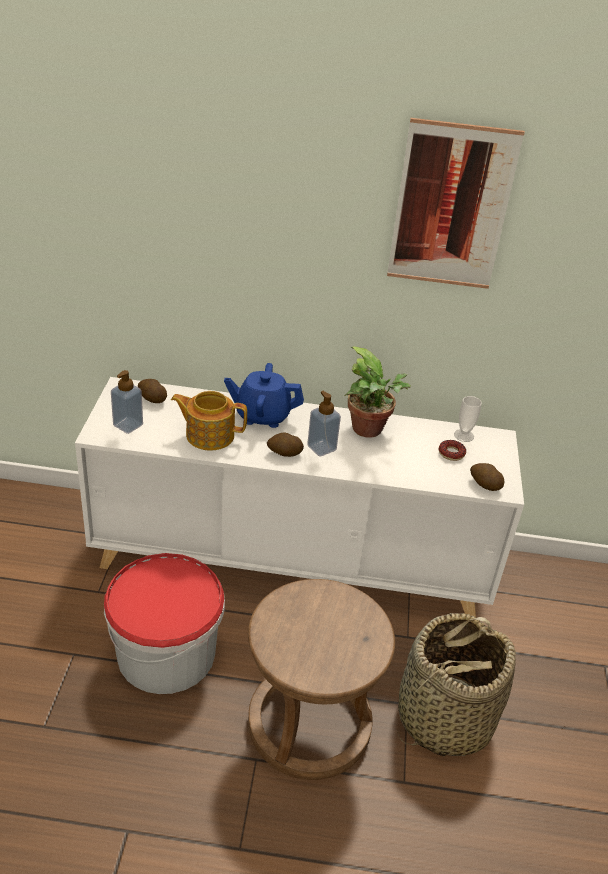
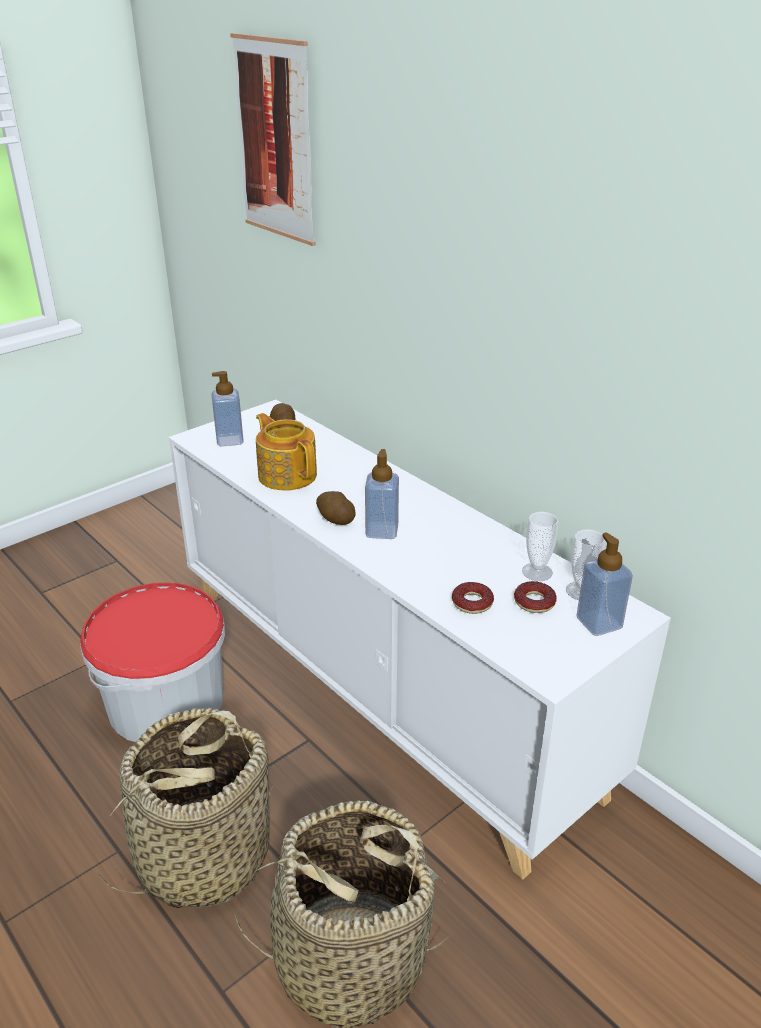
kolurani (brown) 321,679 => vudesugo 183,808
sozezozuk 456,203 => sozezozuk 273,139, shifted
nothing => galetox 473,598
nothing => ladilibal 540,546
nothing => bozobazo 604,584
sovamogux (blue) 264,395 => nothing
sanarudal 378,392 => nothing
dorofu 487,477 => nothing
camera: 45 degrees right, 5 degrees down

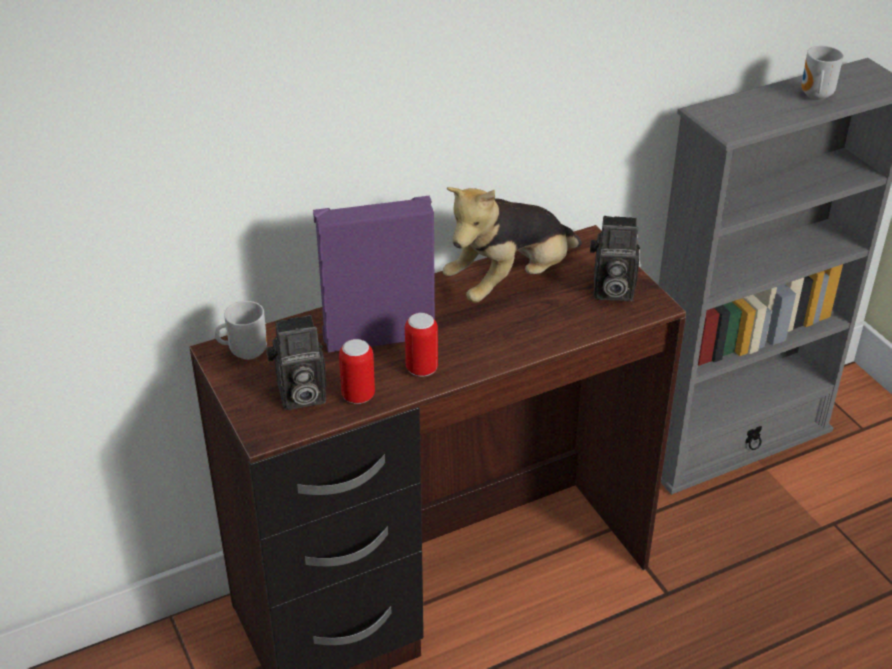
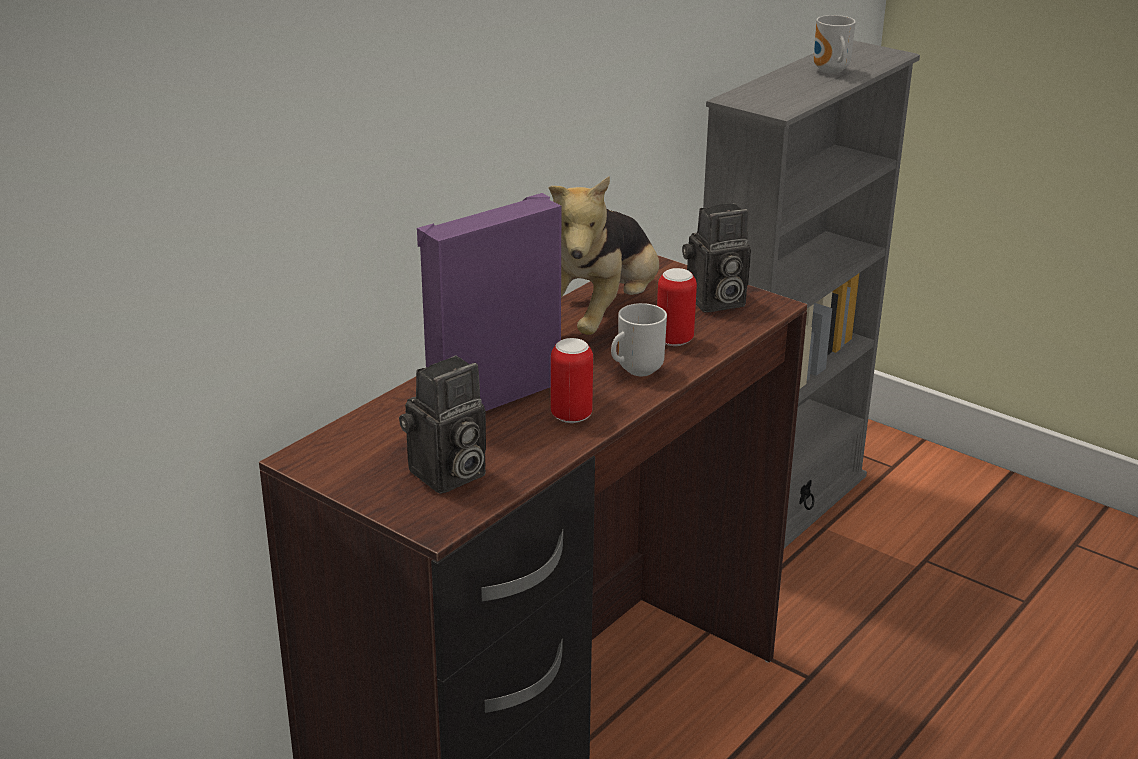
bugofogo 241,330 => bugofogo 639,339, shifted
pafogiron 357,371 => pafogiron 677,307, shifted
camera: 25 degrees left, 10 degrees down

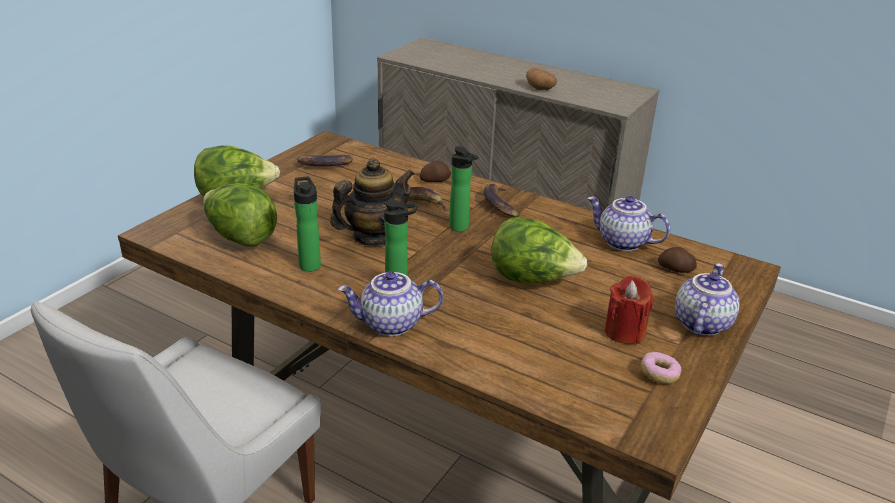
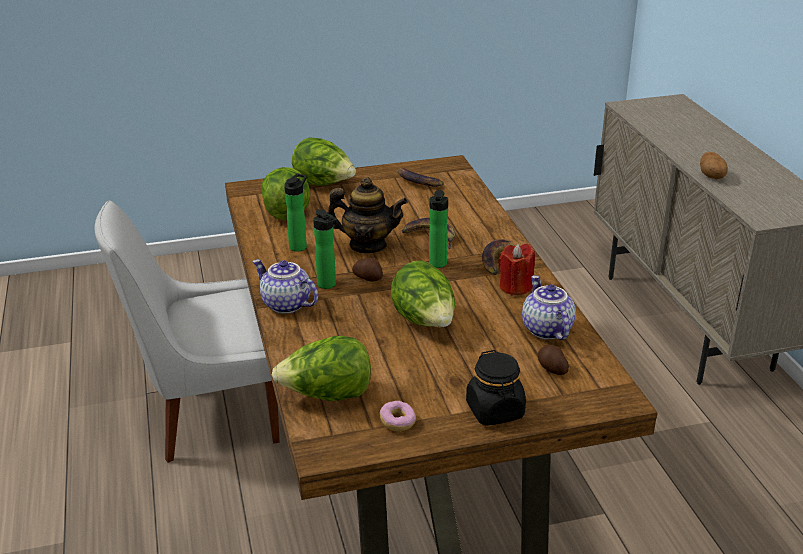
nothing => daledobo 321,368
dorofu 435,171 => dorofu 367,270, shifted
sovamogux 707,299 => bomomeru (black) 496,388
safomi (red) 629,310 => safomi (red) 516,269, shifted
camera: 45 degrees right, 0 degrees up

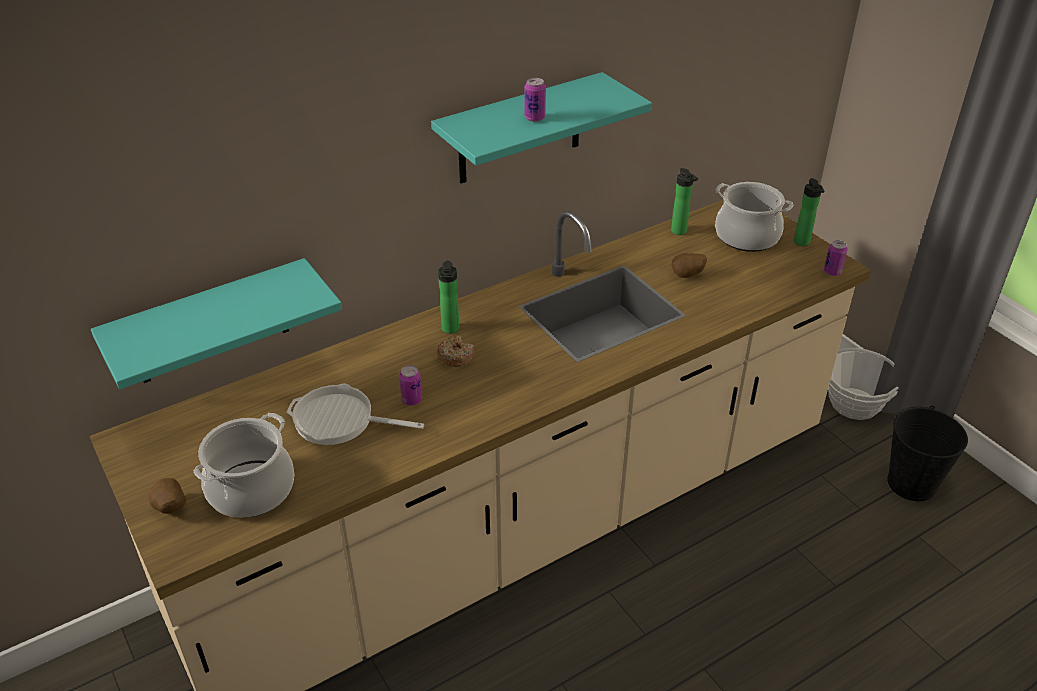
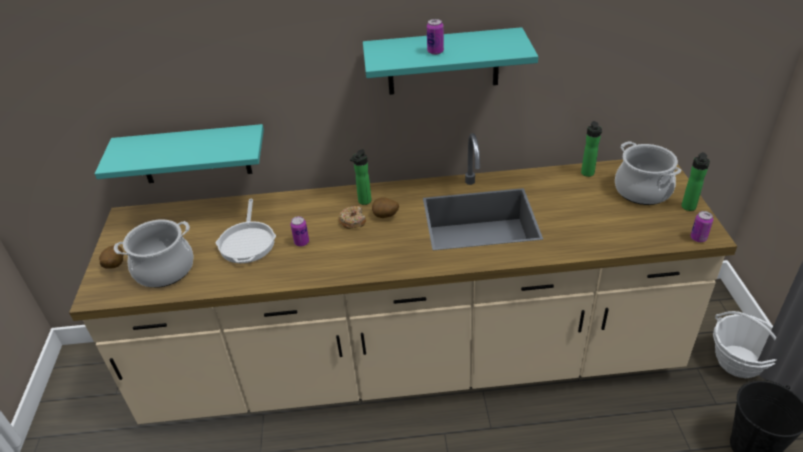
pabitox 355,414 => pabitox 245,231, 135 degrees counterclockwise
dorofu 689,265 => dorofu 385,207, shifted
camera: 30 degrees right, 0 degrees up

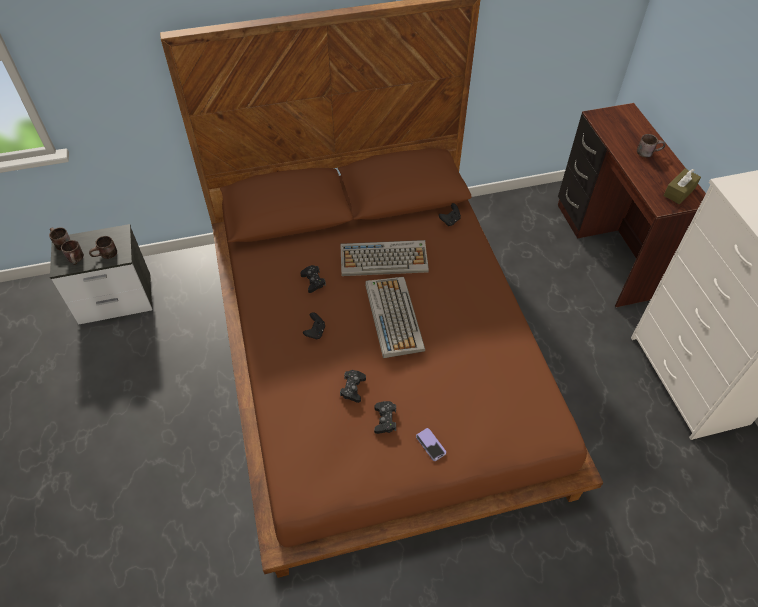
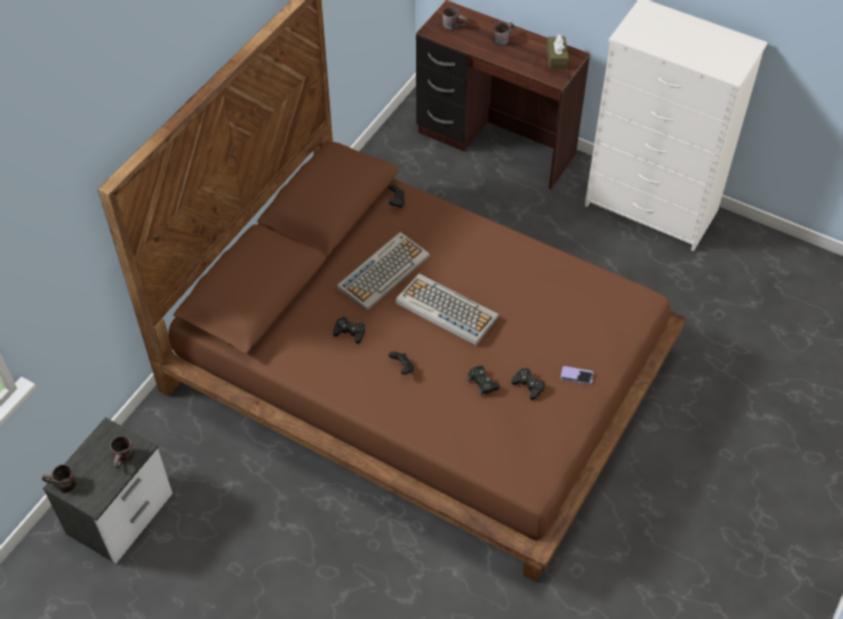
bugofogo (brown) 72,252 => bugofogo (brown) 454,18, shifted
camera: 45 degrees left, 0 degrees up

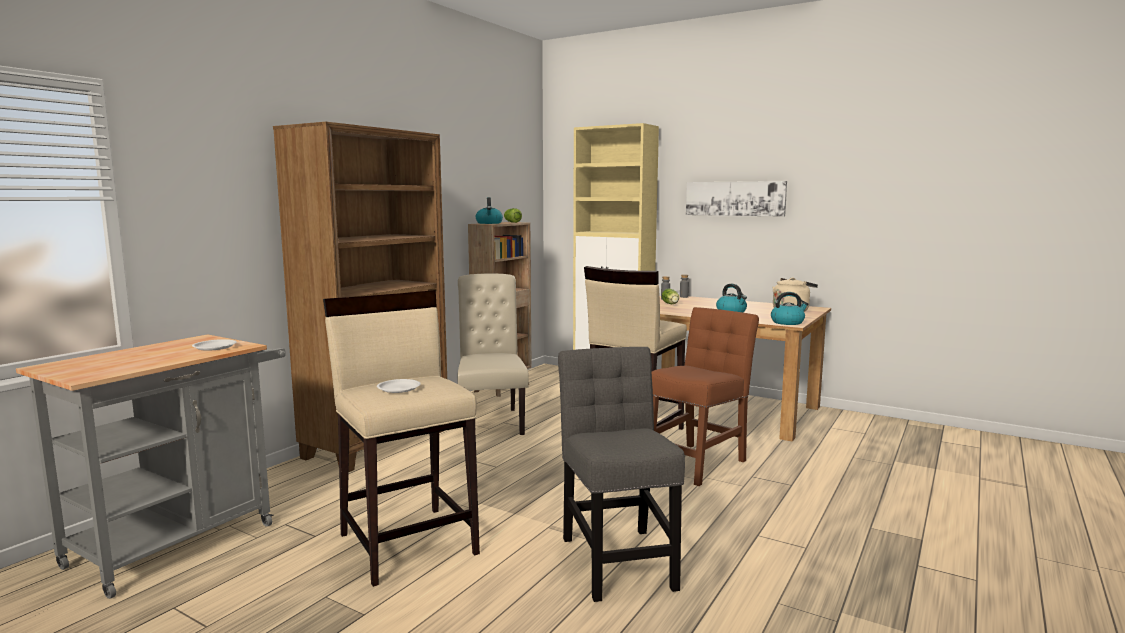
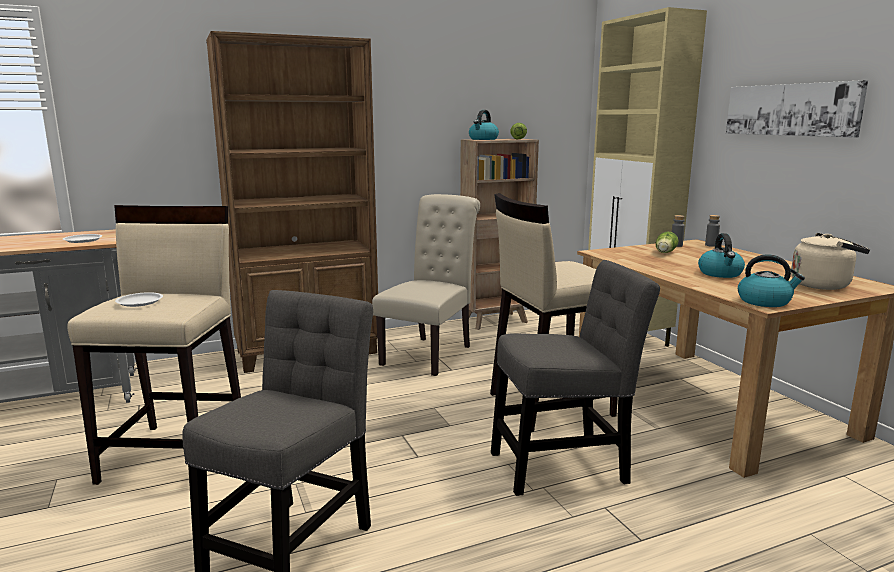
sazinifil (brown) 705,396 => sazinifil (grey) 575,378
camera: 35 degrees right, 5 degrees up

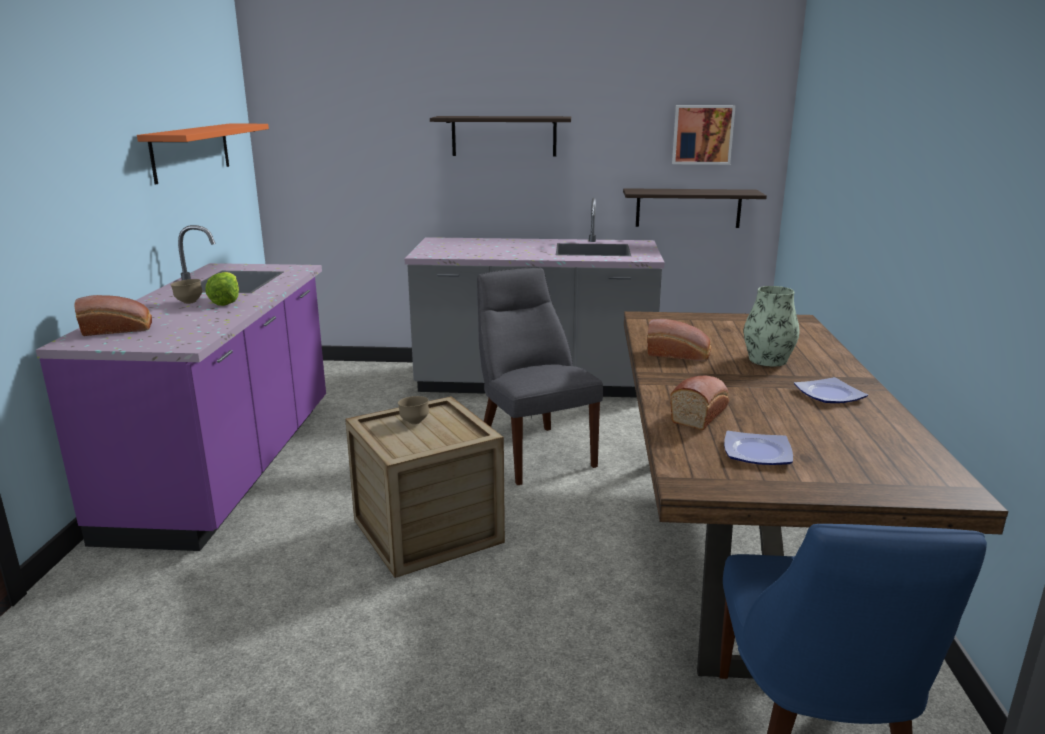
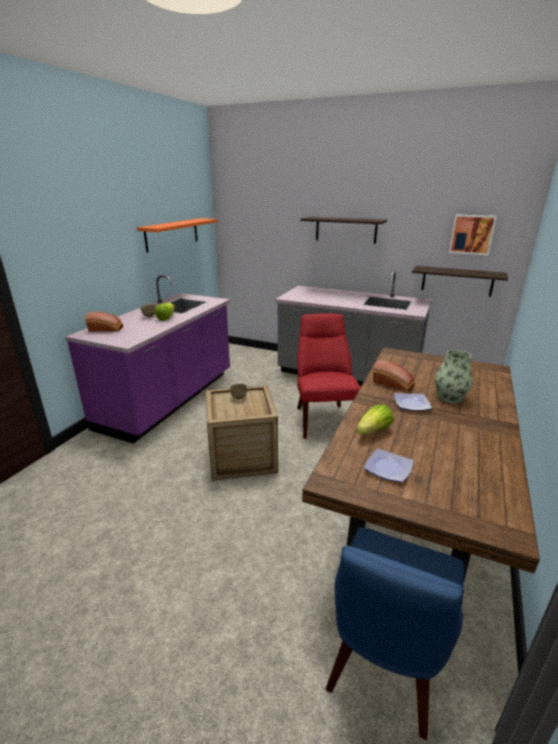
sazinifil (grey) 540,376 => sazinifil (red) 329,376
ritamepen 699,403 => daledobo 375,420
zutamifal 831,390 => zutamifal 413,402, shifted
camera: 20 degrees right, 5 degrees up

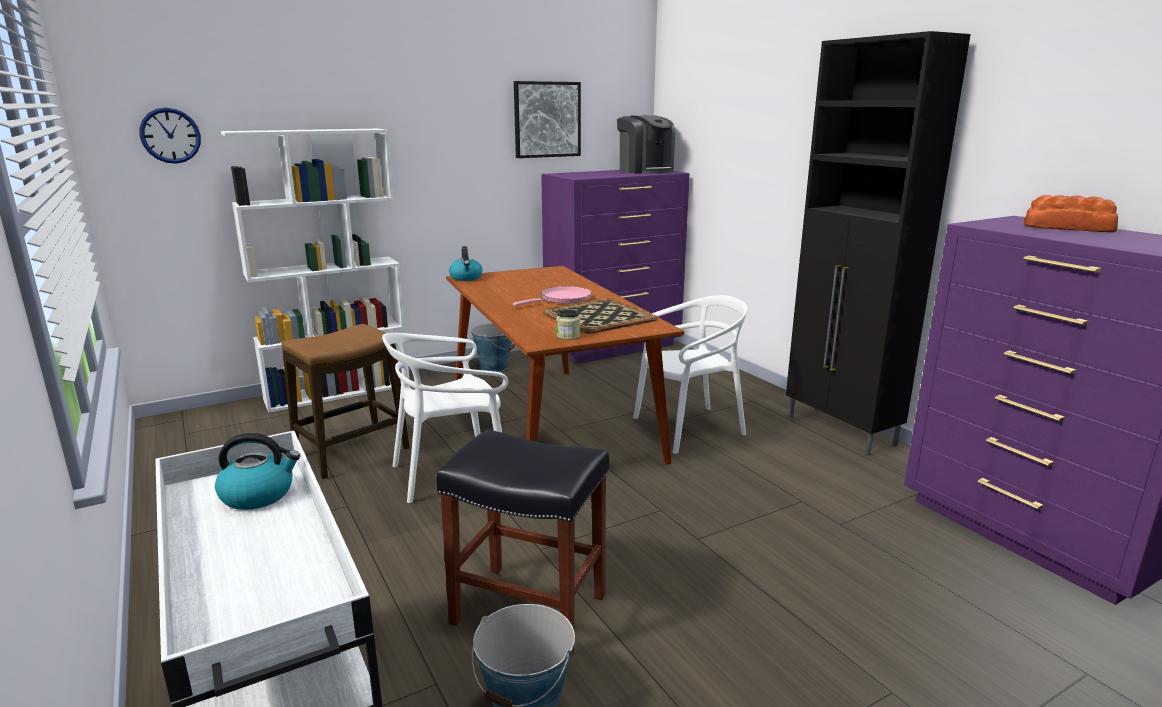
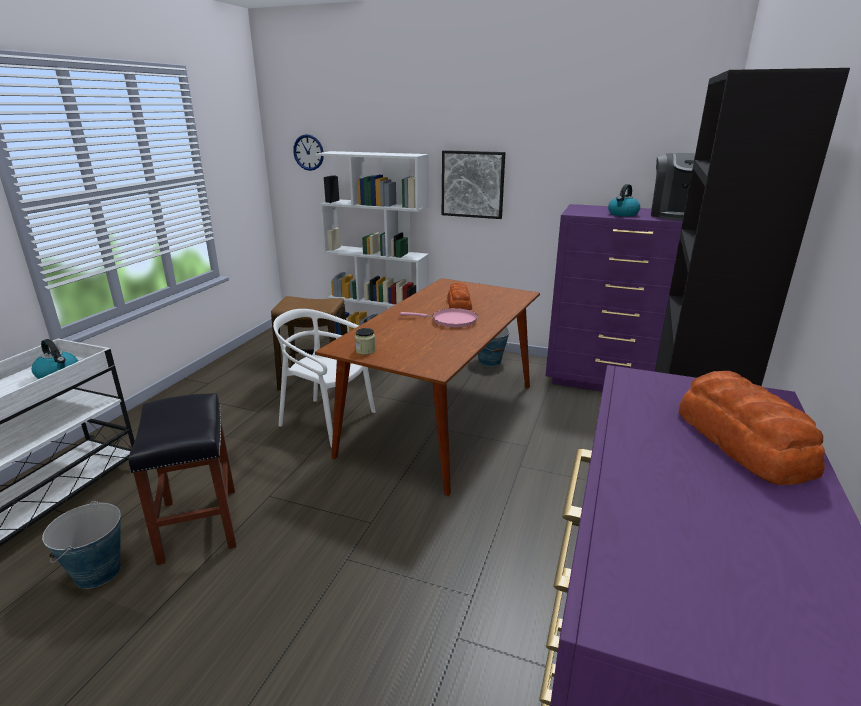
sozezozuk 547,119 => sozezozuk 473,184, shifted
nothing => ritamepen 459,296
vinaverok 466,263 => vinaverok 624,200, shifted
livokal 600,316 => nothing
sazinifil (white) 690,374 => nothing
camera: 50 degrees right, 5 degrees up

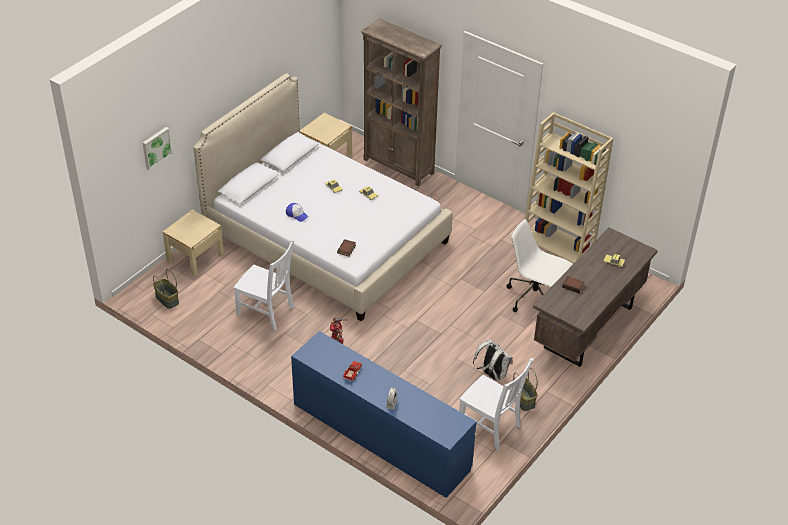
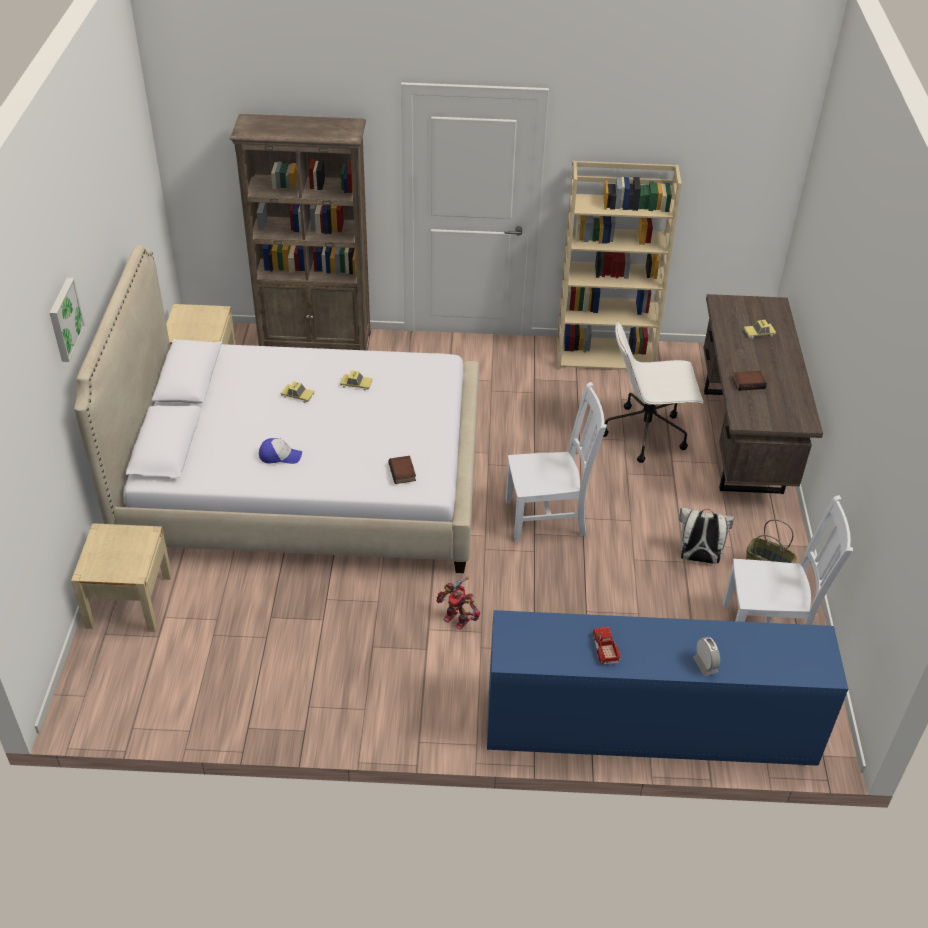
sozezozuk 157,148 => sozezozuk 67,320, shifted
sazinifil (white) 264,284 => sazinifil (white) 556,462, shifted
vudesugo 166,289 => nothing
camera: 35 degrees left, 0 degrees up

